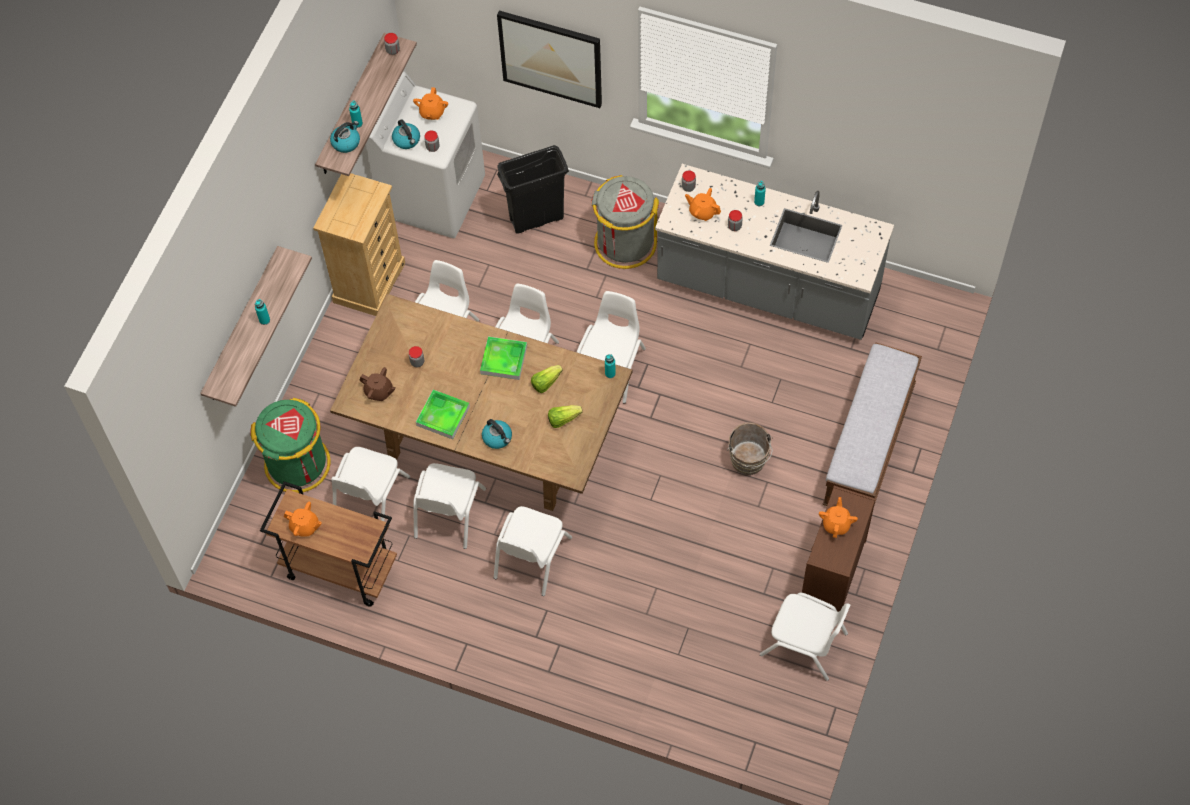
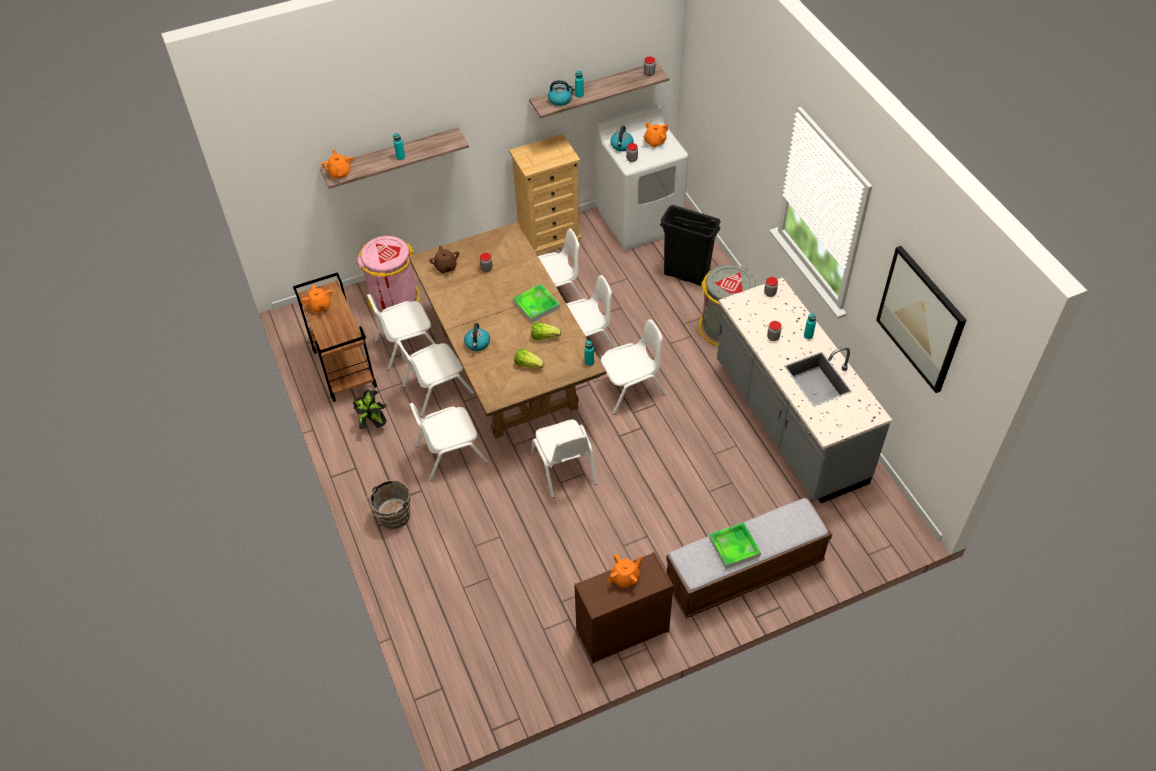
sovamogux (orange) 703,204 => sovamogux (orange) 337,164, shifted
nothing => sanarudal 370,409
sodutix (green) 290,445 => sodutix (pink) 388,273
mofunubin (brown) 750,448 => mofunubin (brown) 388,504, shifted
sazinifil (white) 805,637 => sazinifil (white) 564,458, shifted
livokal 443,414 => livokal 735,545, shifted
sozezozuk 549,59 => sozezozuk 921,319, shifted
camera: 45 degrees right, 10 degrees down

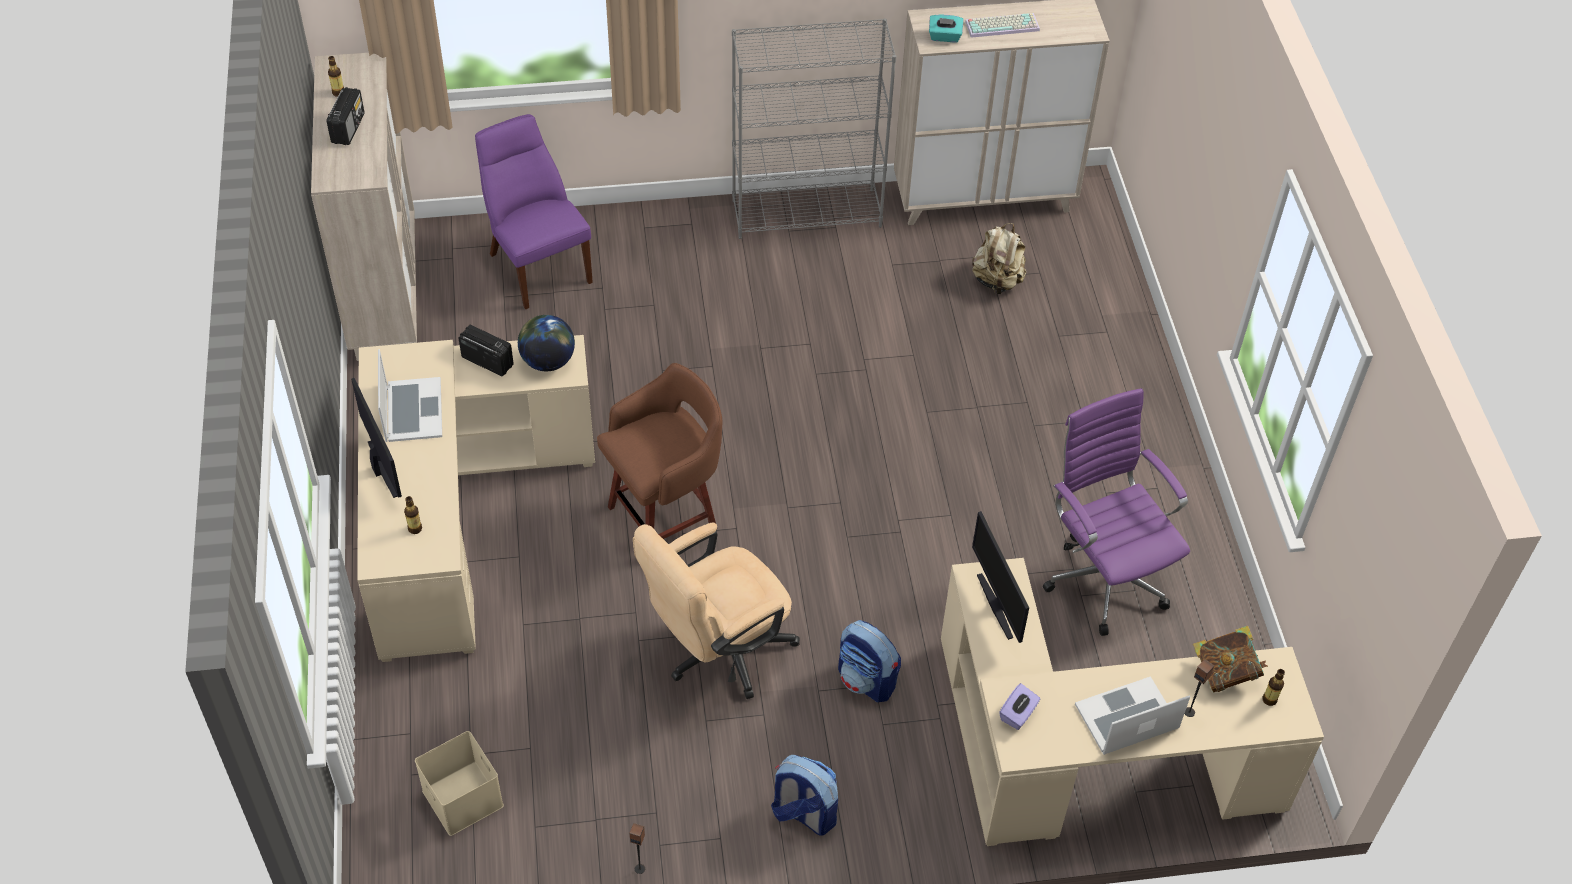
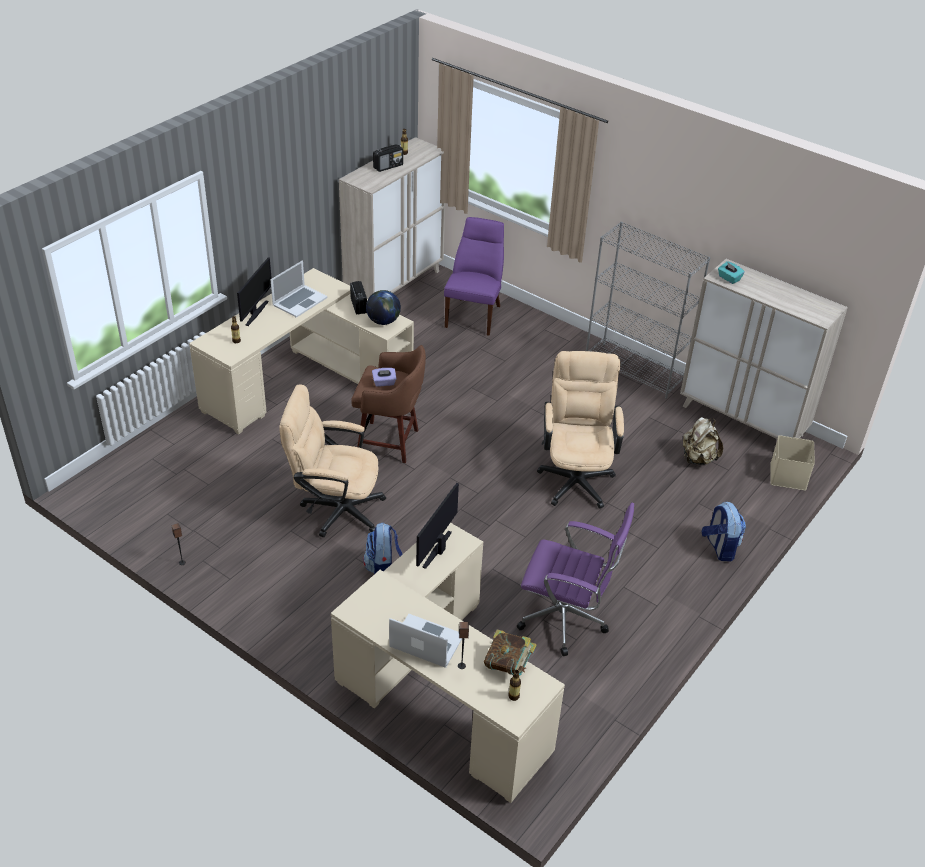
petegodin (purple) 1019,706 => petegodin (purple) 384,377, shifted
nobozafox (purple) 1116,512 => nobozafox (purple) 575,579, 90 degrees clockwise
nothing => nobozafox (beige) 580,429
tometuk 804,795 => tometuk 724,532, shifted
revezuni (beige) 459,783 => revezuni (beige) 792,462, shifted
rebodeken 1002,25 => nothing
camera: 45 degrees right, 10 degrees down

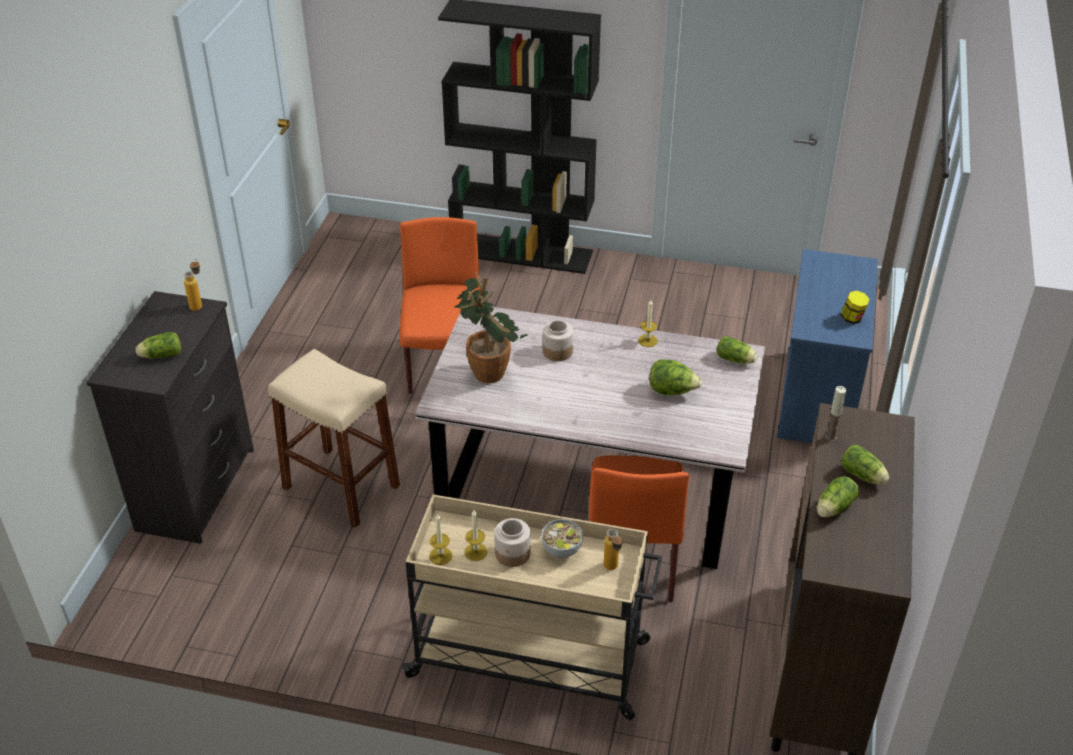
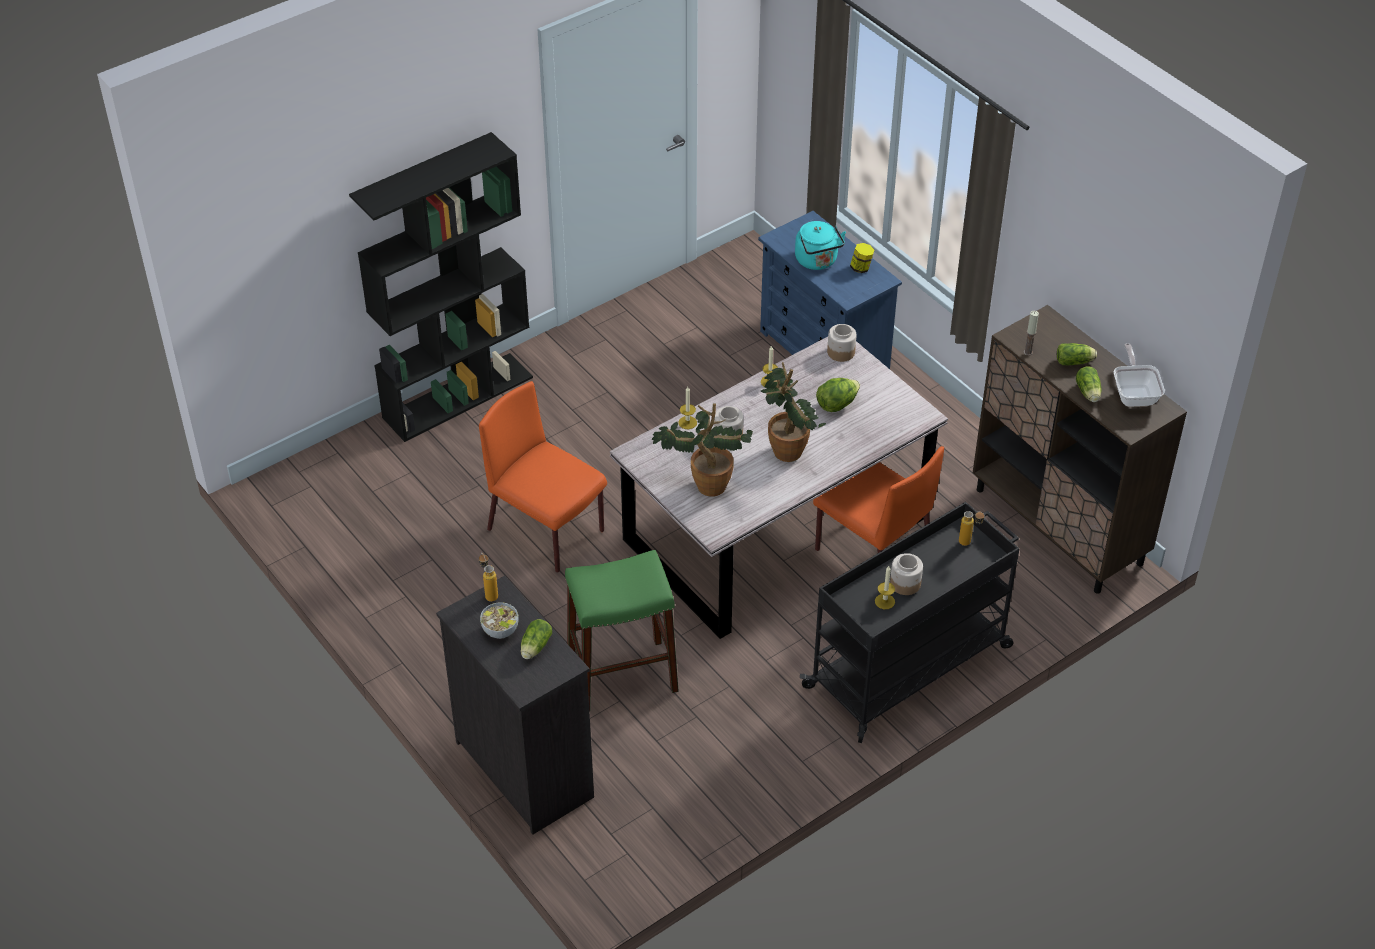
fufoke 562,538 => fufoke 499,620, shifted
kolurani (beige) 334,438 => kolurani (green) 622,631
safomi 440,539 => safomi 687,408, shifted
nothing => sanarudal 793,412
nothing => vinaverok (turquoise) 820,245
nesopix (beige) 531,607 => nesopix (black) 909,622
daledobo 737,350 => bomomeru 841,343
nothing => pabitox 1139,375
camera: 50 degrees left, 5 degrees up

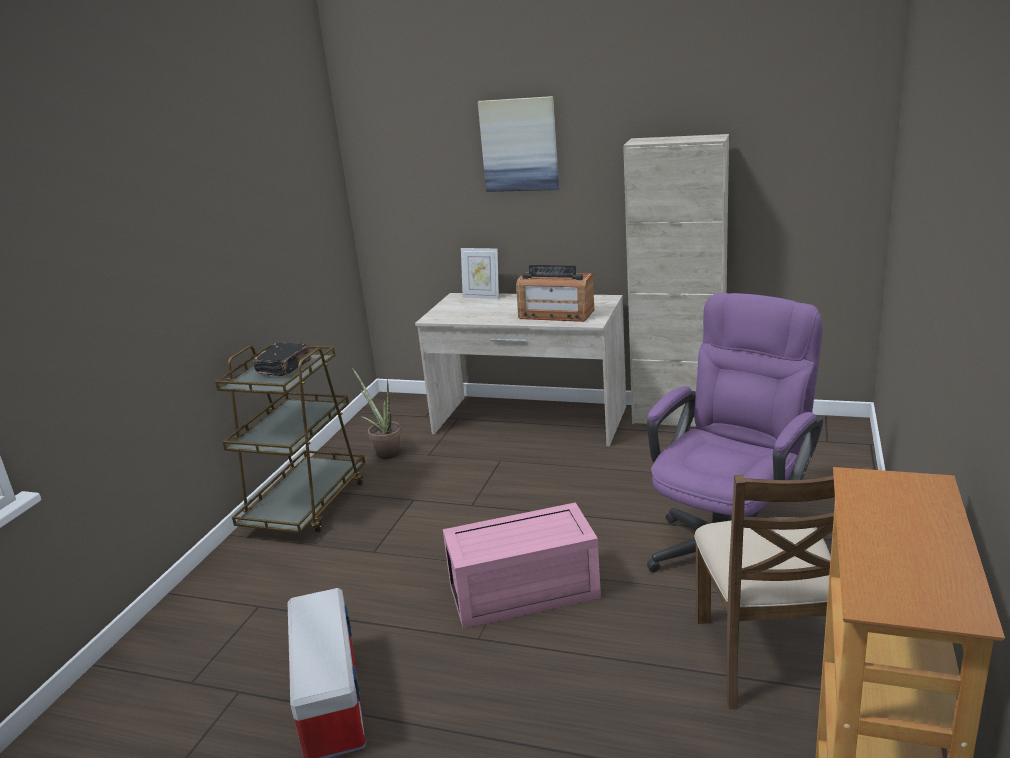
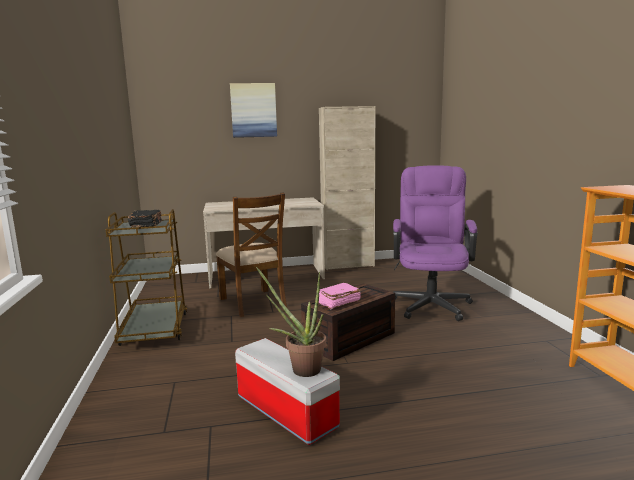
sazinifil (brown) 782,588 => sazinifil (brown) 251,255, shifted
sanarudal 376,413 => sanarudal 291,322, shifted
revezuni (pink) 522,565 => revezuni (brown) 348,322
nothing => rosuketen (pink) 339,296
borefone 480,273 => nothing
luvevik 555,293 => nothing
camera: 30 degrees left, 10 degrees down

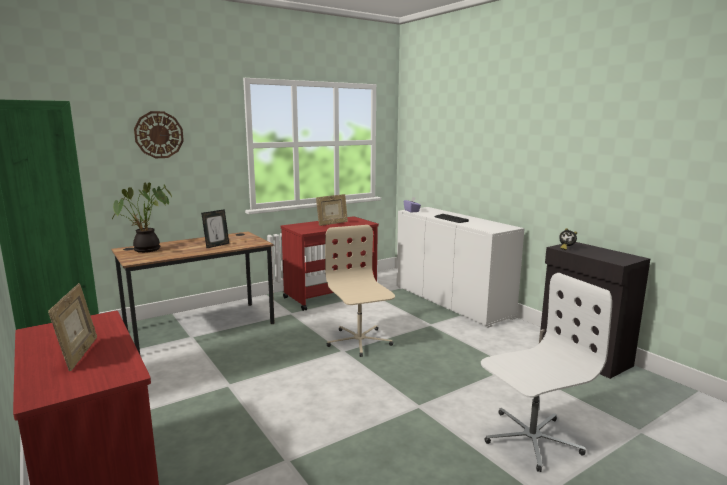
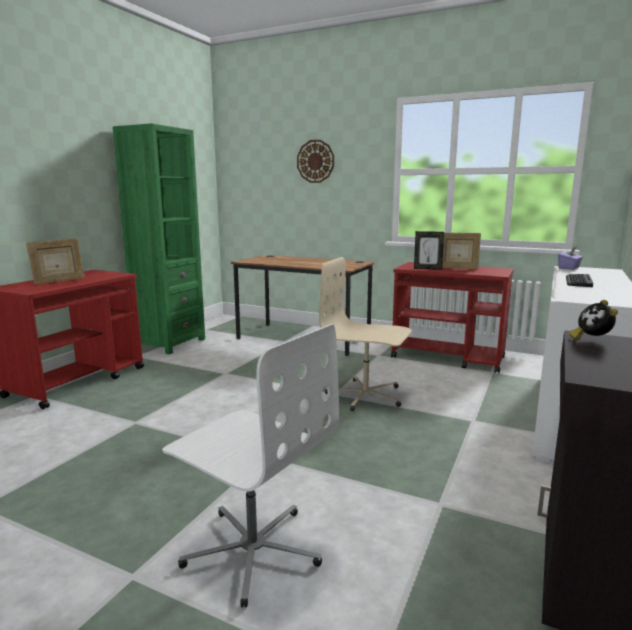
nobozafox (beige) 360,291 => nobozafox (beige) 365,334, 105 degrees counterclockwise
borefone 215,229 => borefone 429,250, shifted
sanarudal 142,218 => nothing
camera: 60 degrees right, 0 degrees up

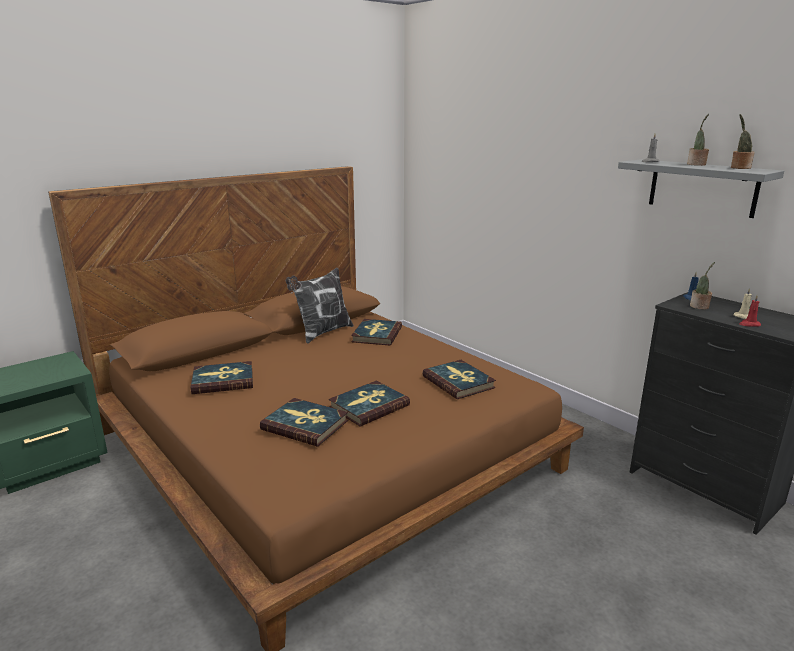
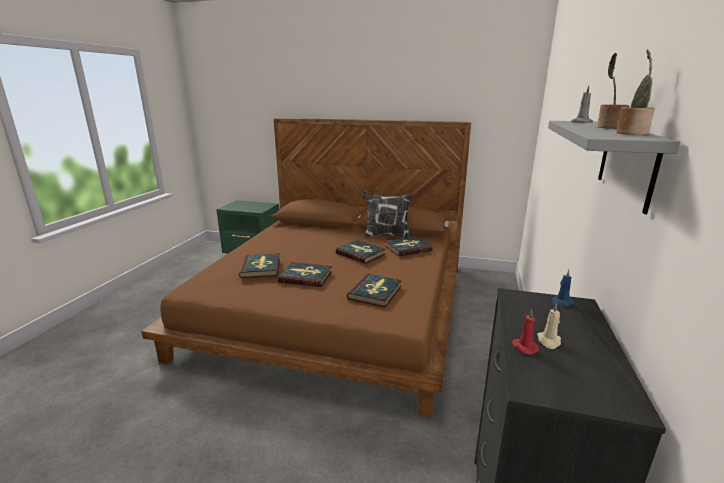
rosuketen 222,377 => rosuketen 360,252, shifted
sanarudal 702,285 => nothing
camera: 55 degrees right, 0 degrees up

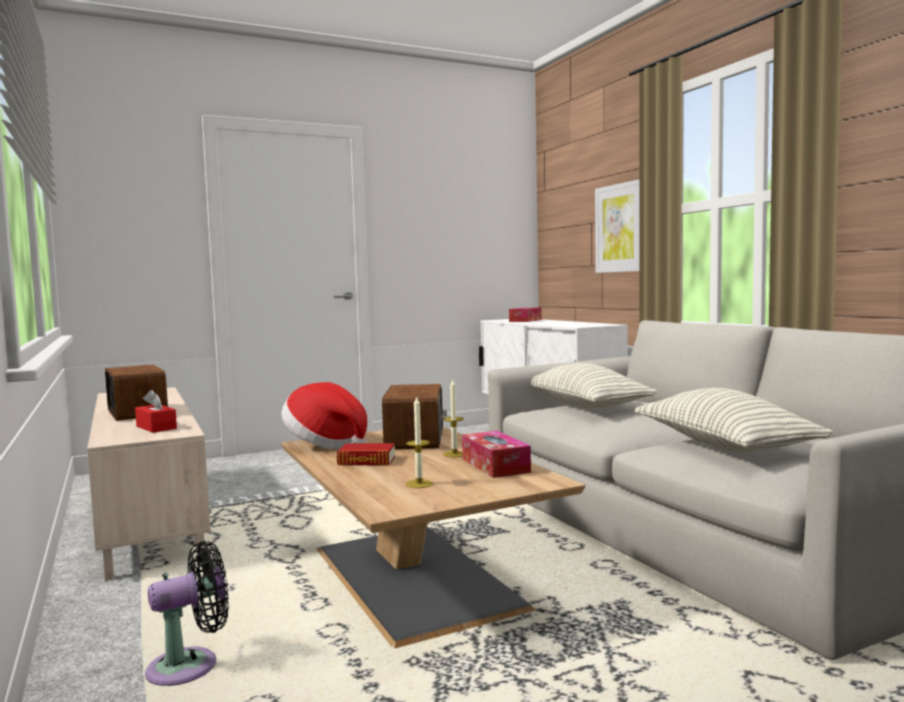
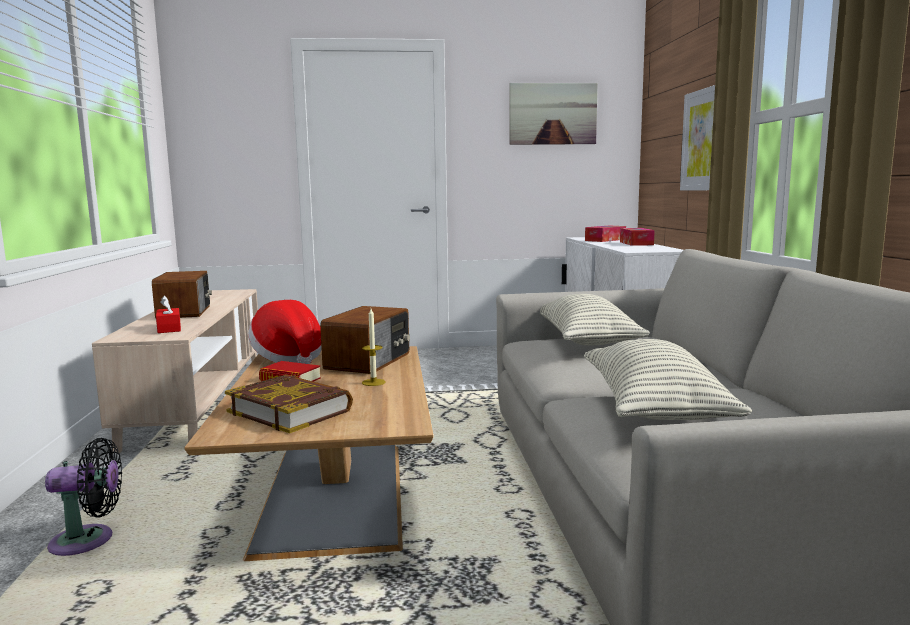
safomi 419,442 => rosuketen 289,404
nothing => sozezozuk 553,114
petegodin 496,454 => petegodin 637,237, shifted
camera: 20 degrees right, 5 degrees up

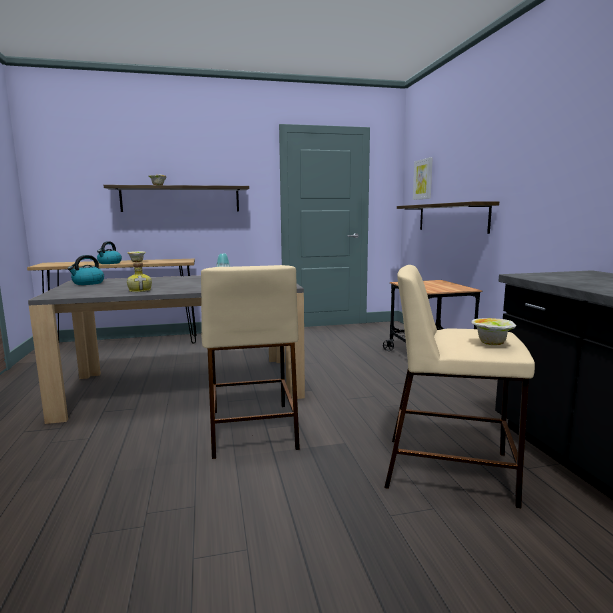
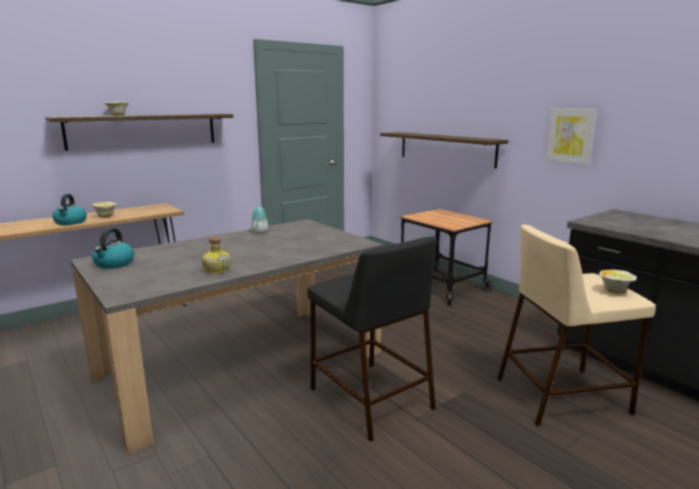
kolurani (beige) 250,362 => kolurani (black) 372,339
sozezozuk 423,178 => sozezozuk 571,136, shifted
camera: 25 degrees left, 5 degrees up

